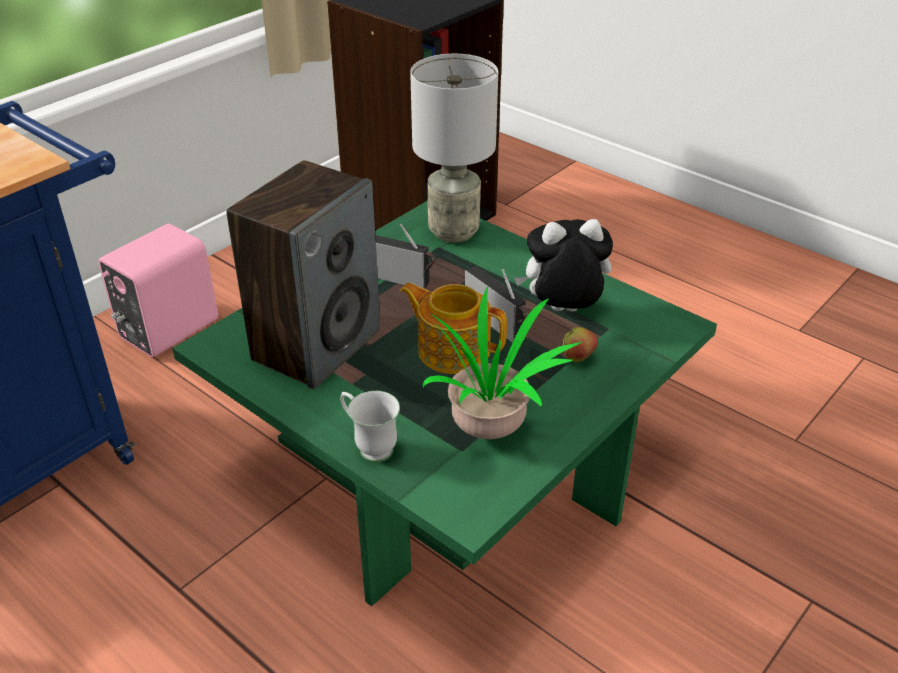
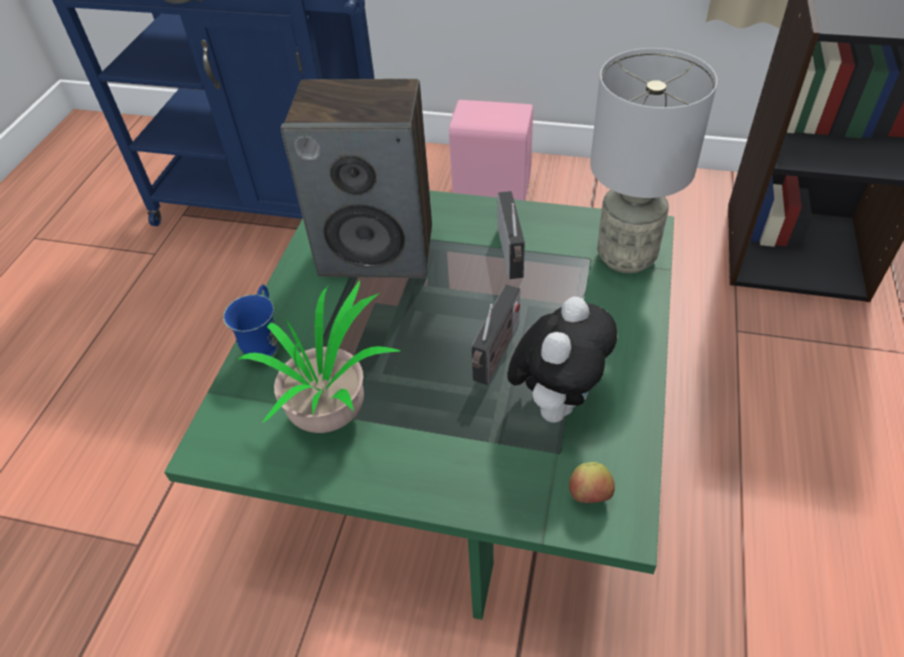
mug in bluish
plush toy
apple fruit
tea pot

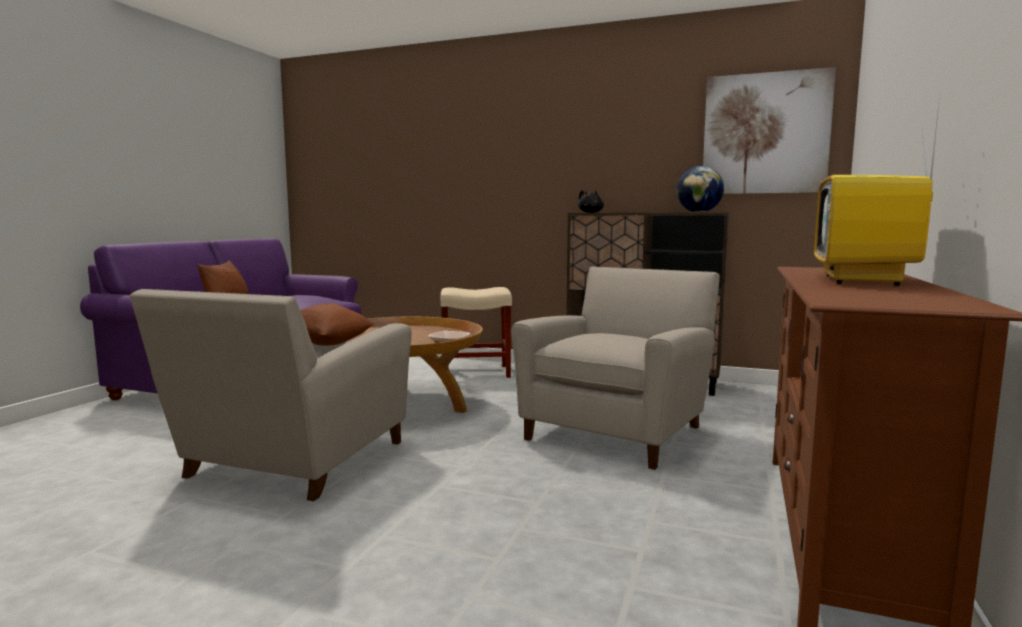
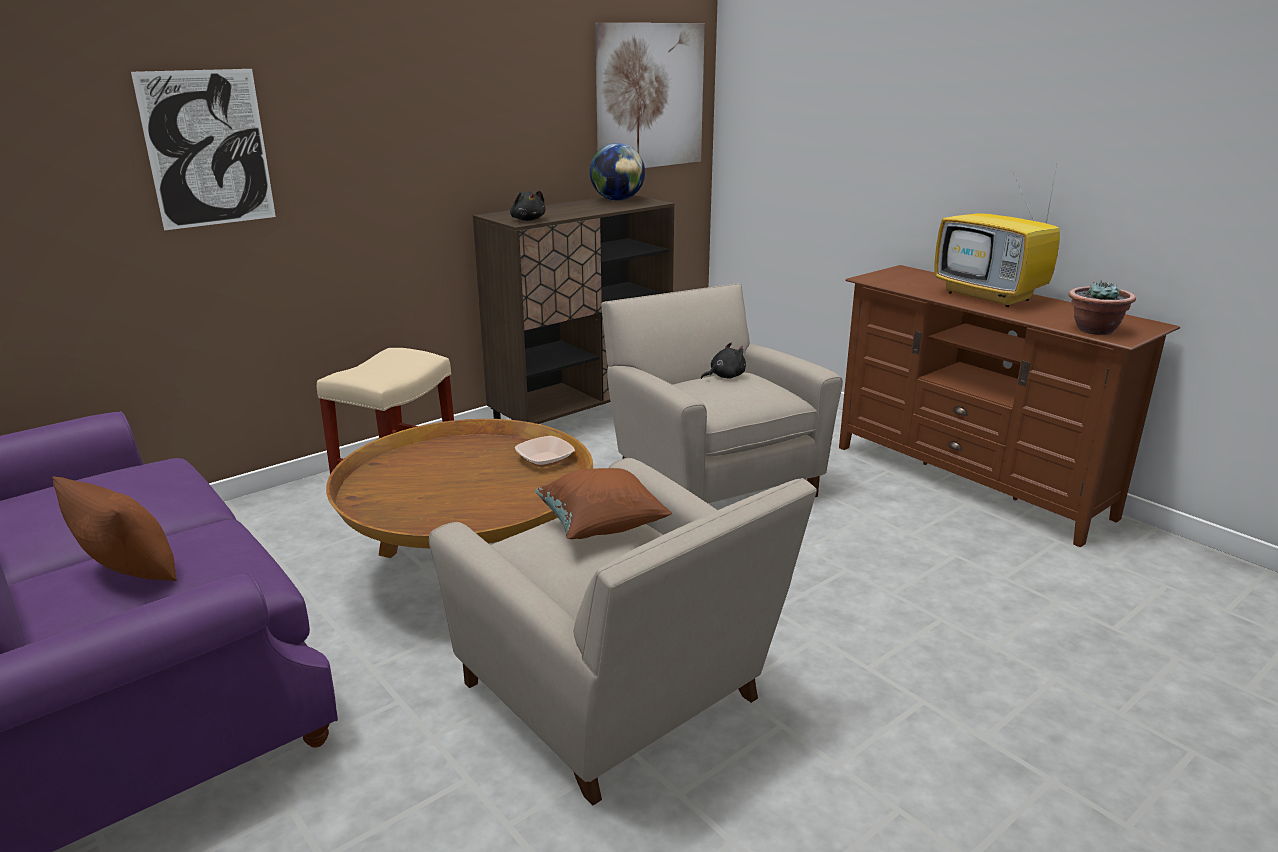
wall art (1st from left)
plush toy in black-coloured (2nd from left)
houseplant

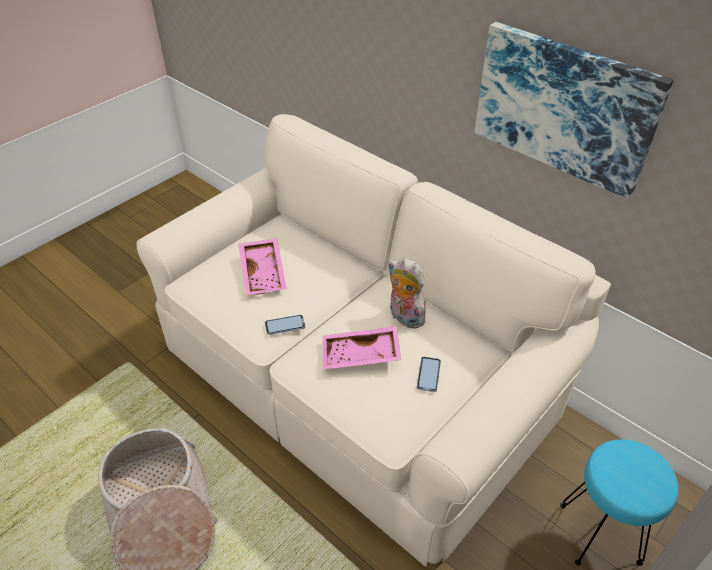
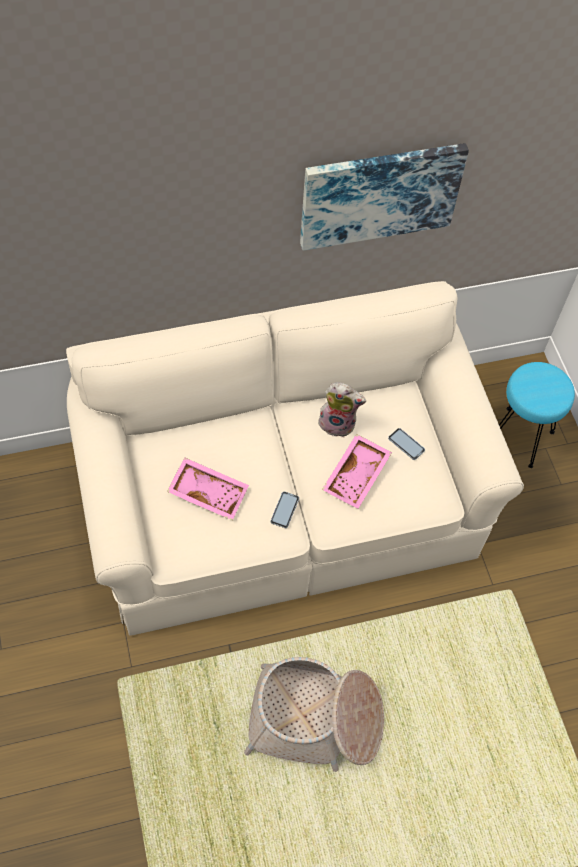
plush toy

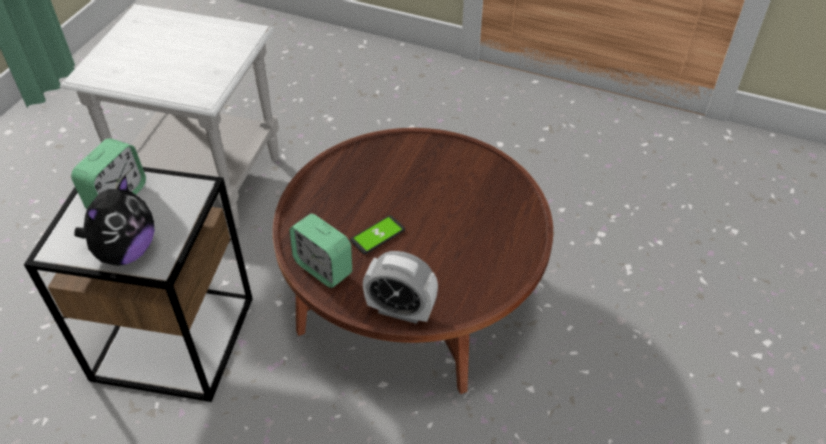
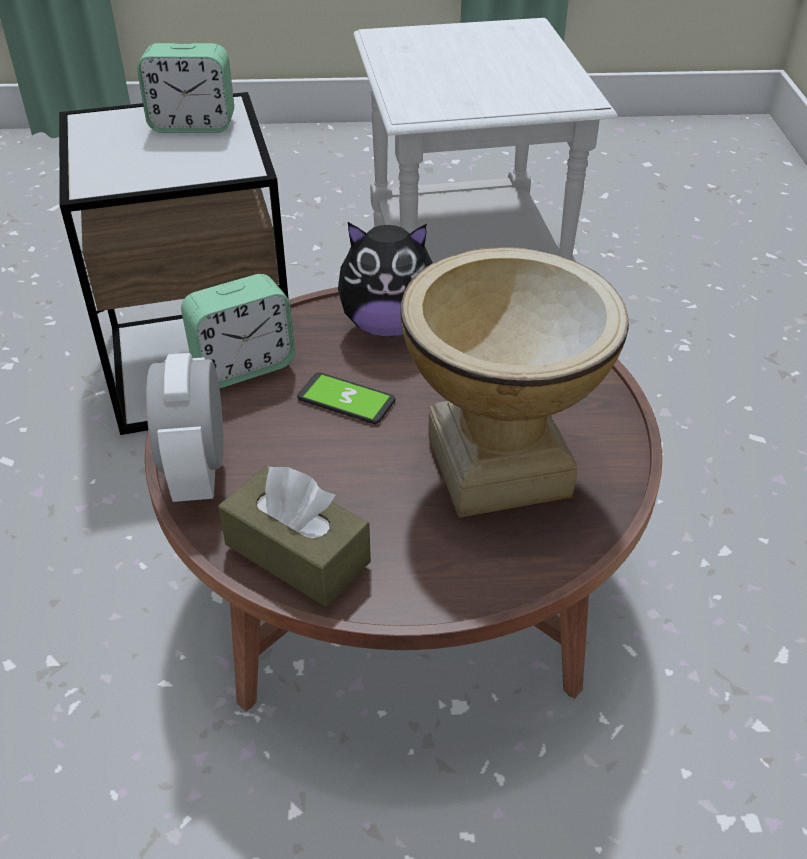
table clock (3rd from left)
tissue box in brownish
plush toy
vase

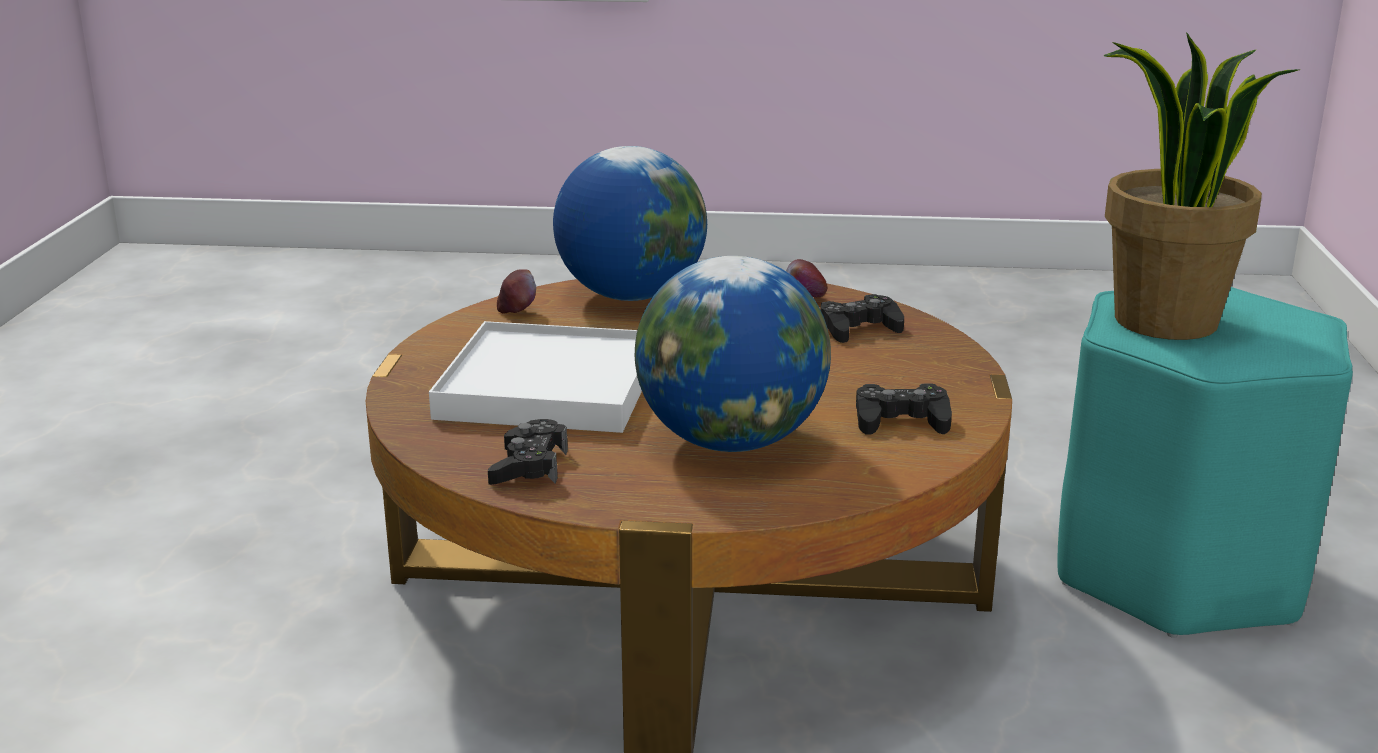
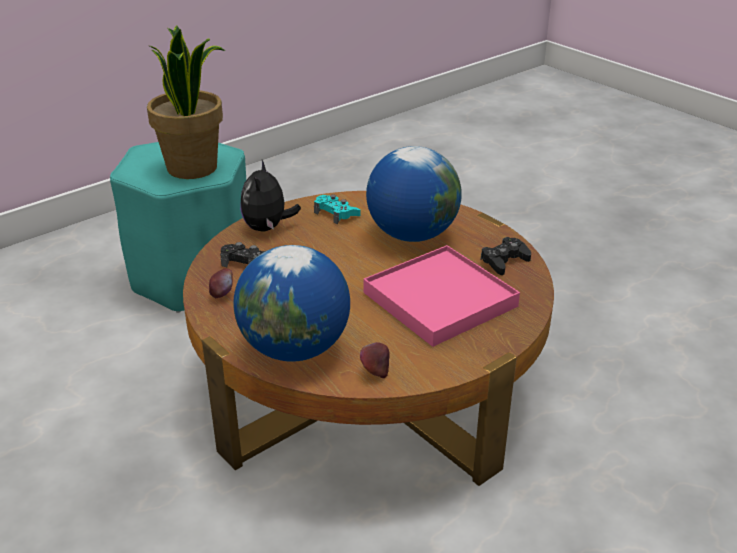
plush toy
gamepad in turquoise
serving tray in pink

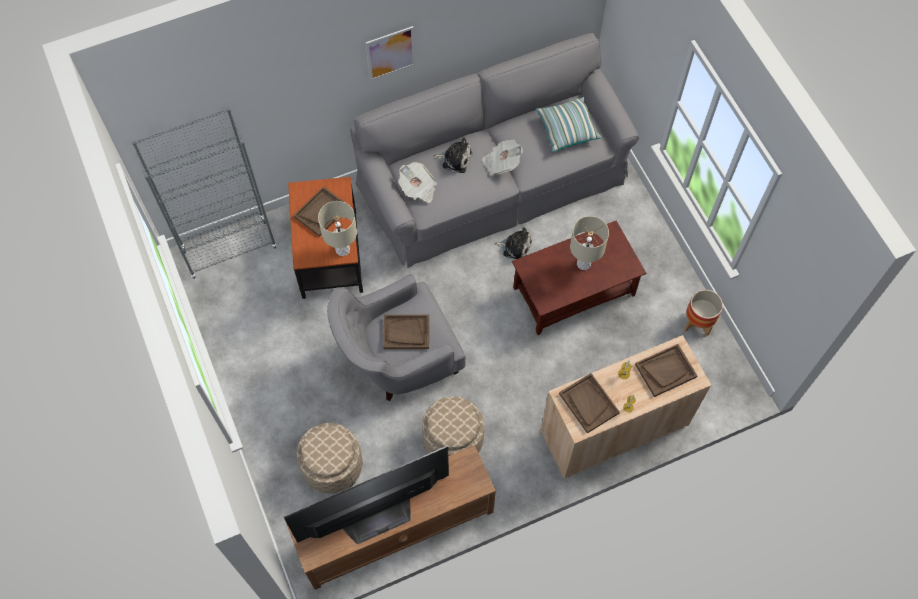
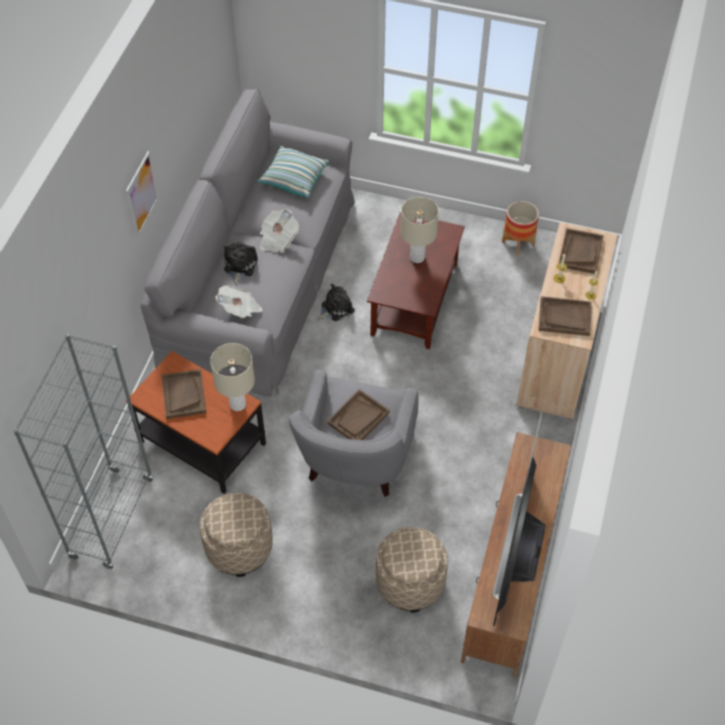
pouffe in sand-coloured (1st from left)
plush toy (1st from left)

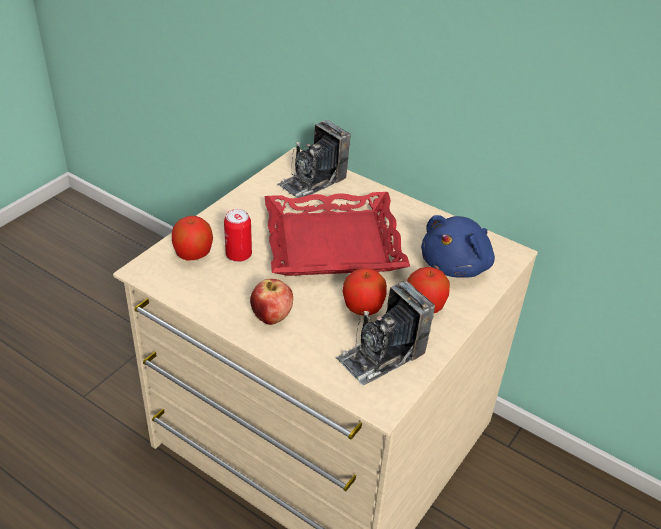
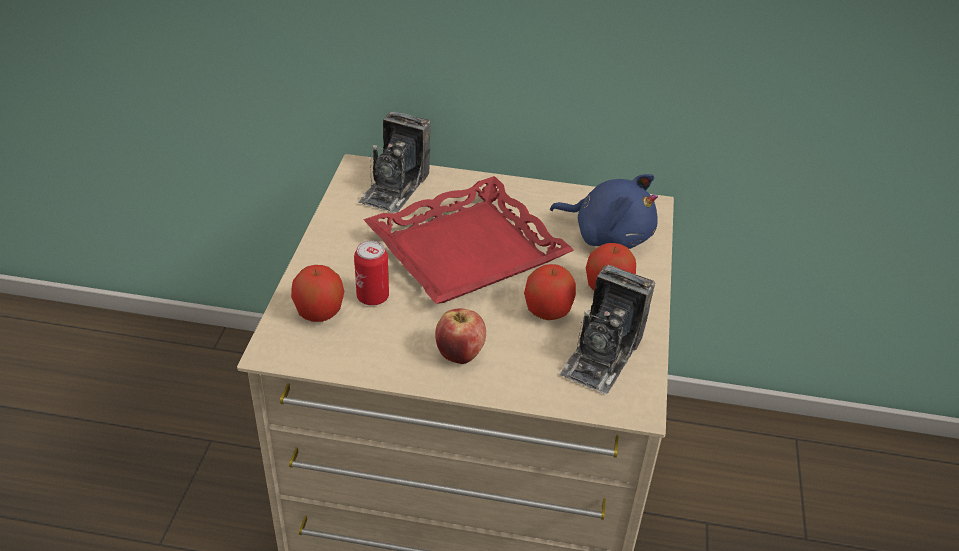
plush toy in bluish

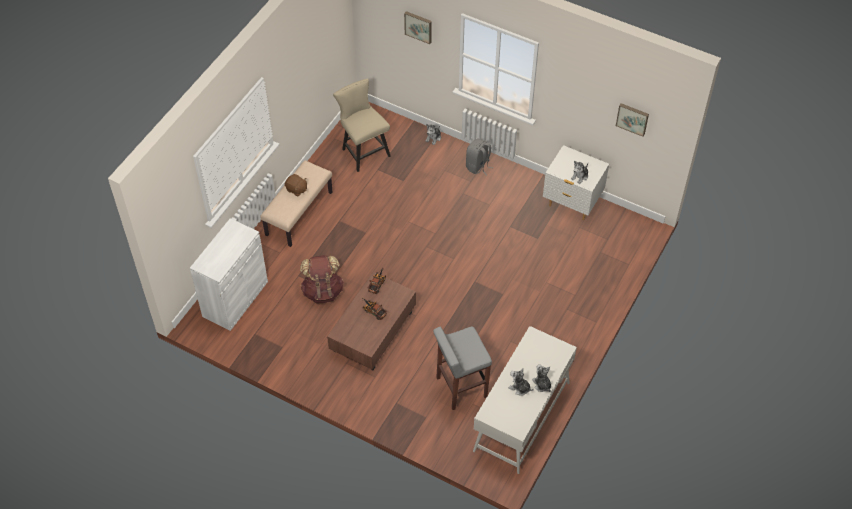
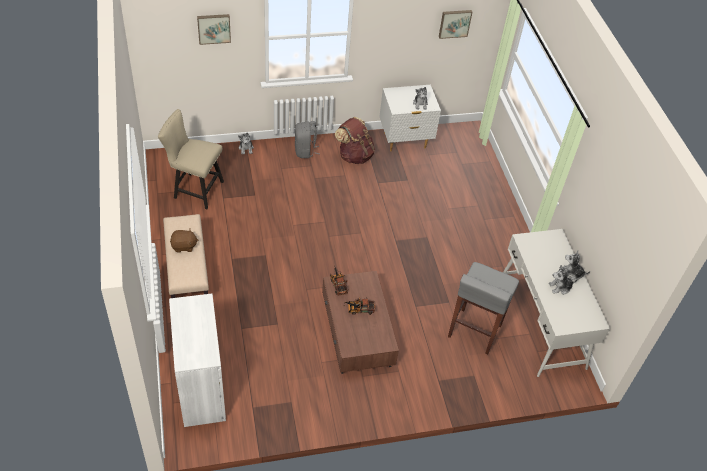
backpack in brownish

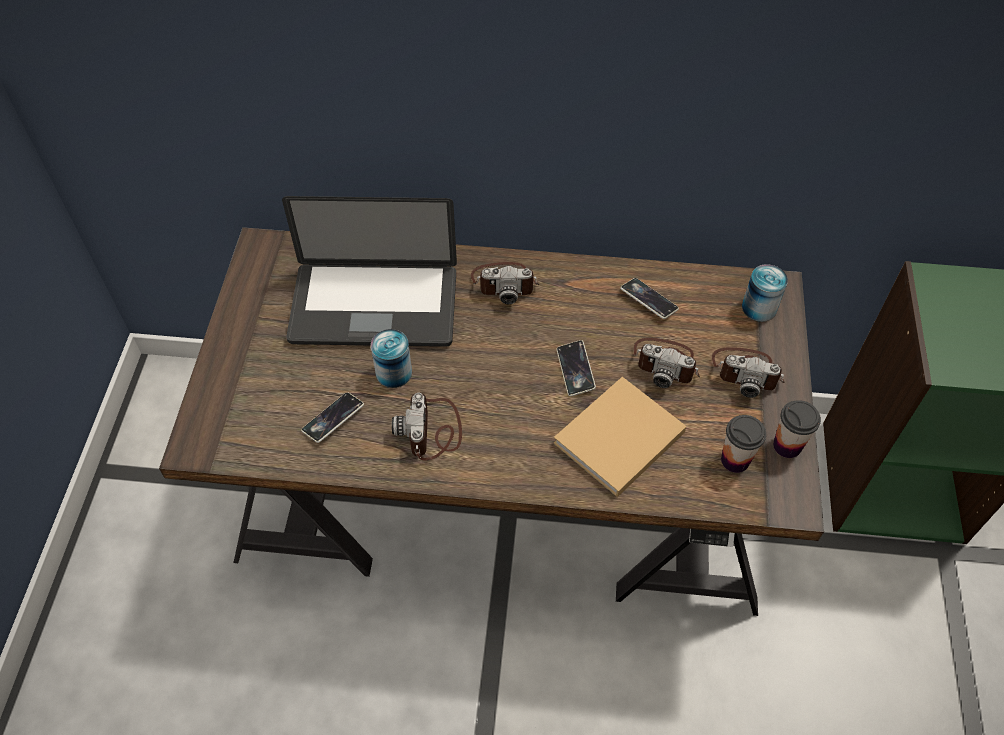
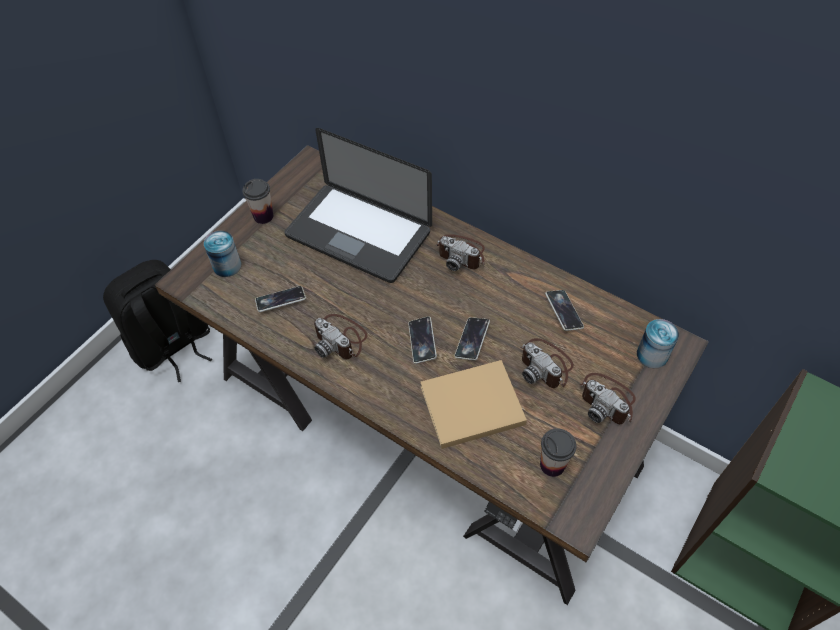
backpack in black-coloured
metal can (1st from left)
small cup (1st from left)
still camera (1st from left)
handset (2nd from left)

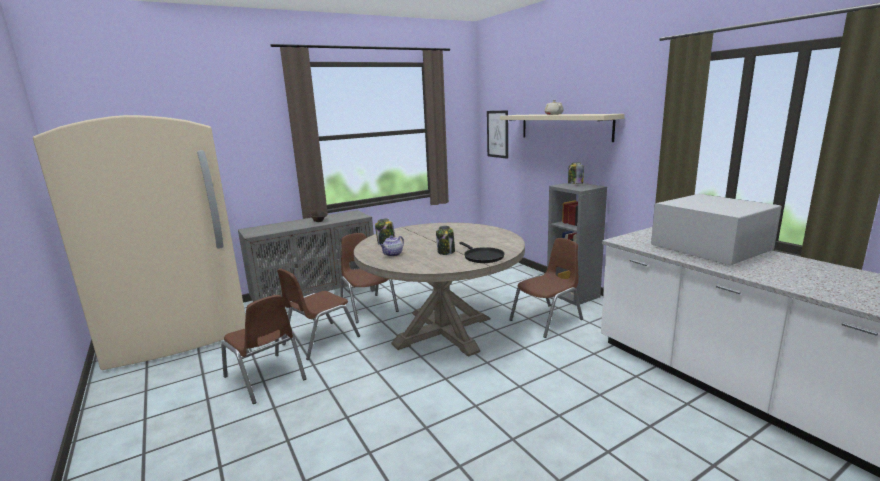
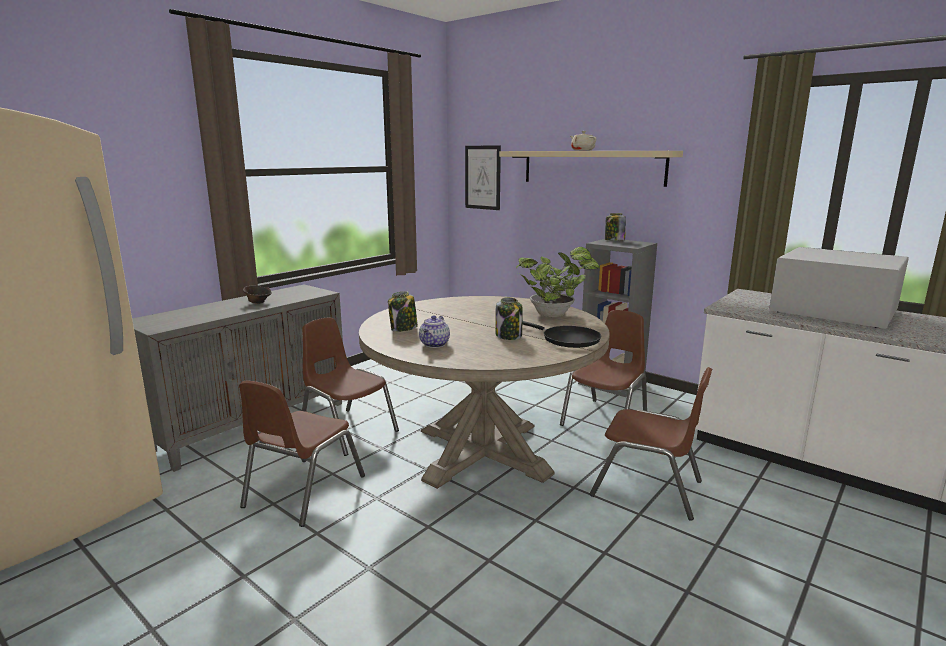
houseplant
upright chair in brownish (4th from left)

